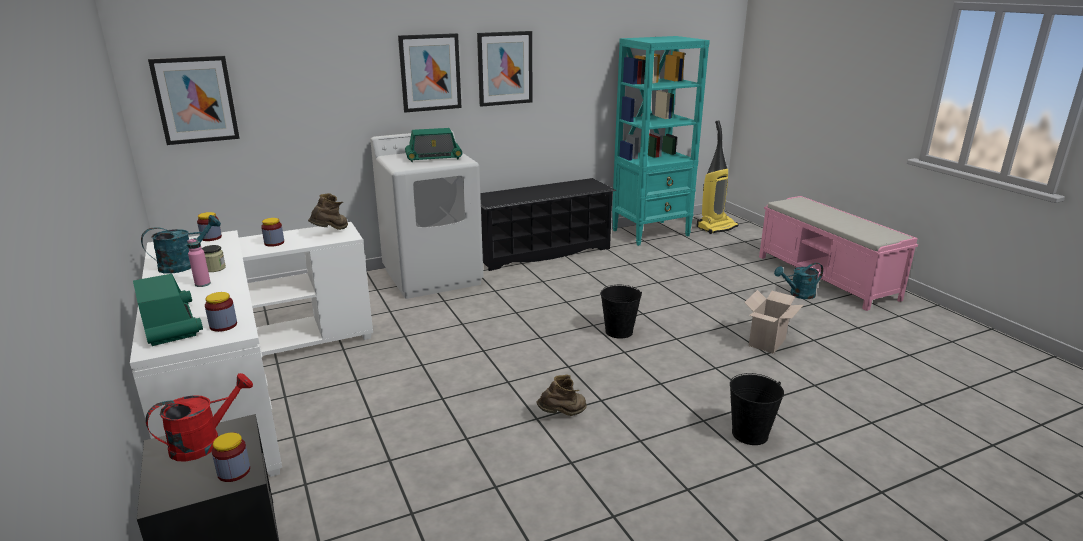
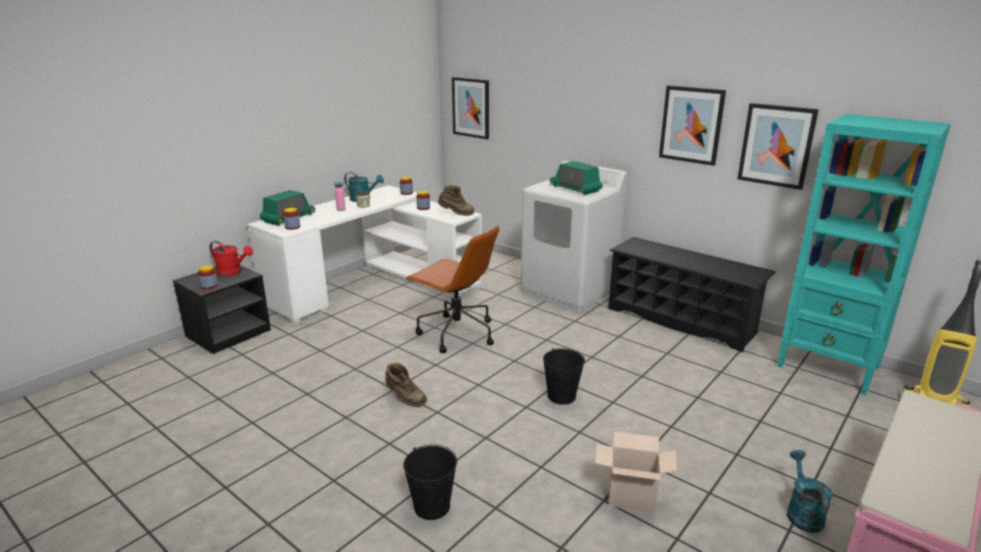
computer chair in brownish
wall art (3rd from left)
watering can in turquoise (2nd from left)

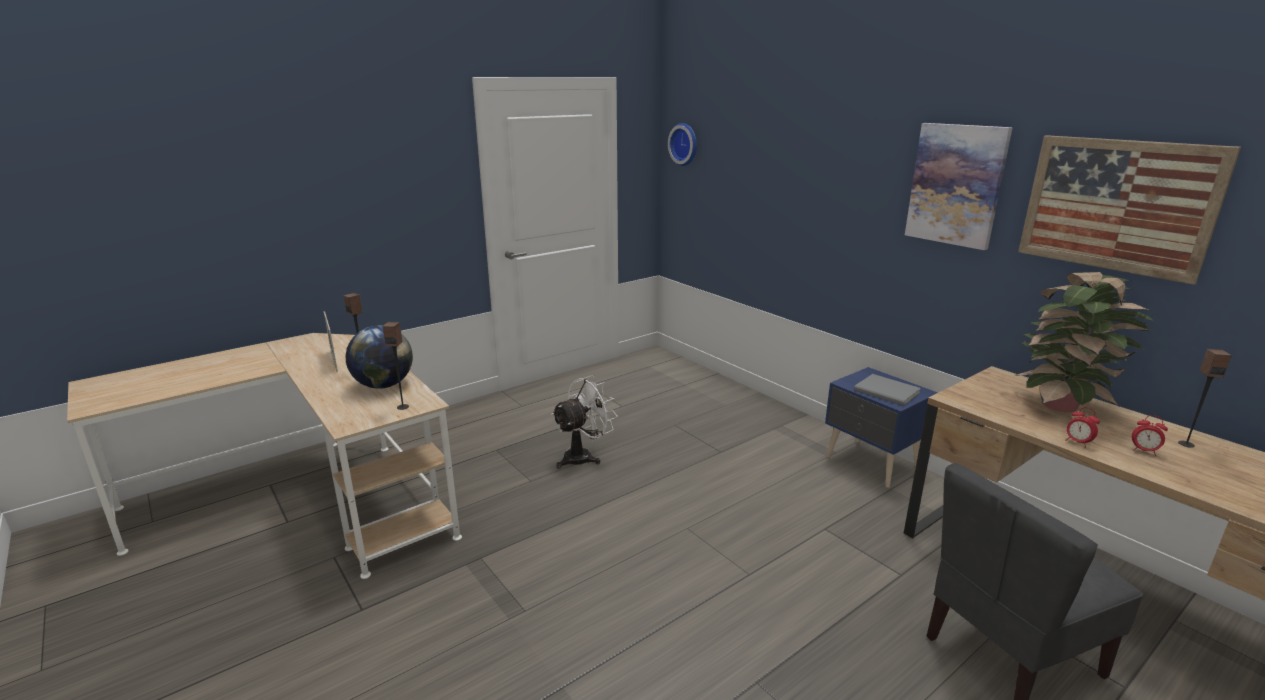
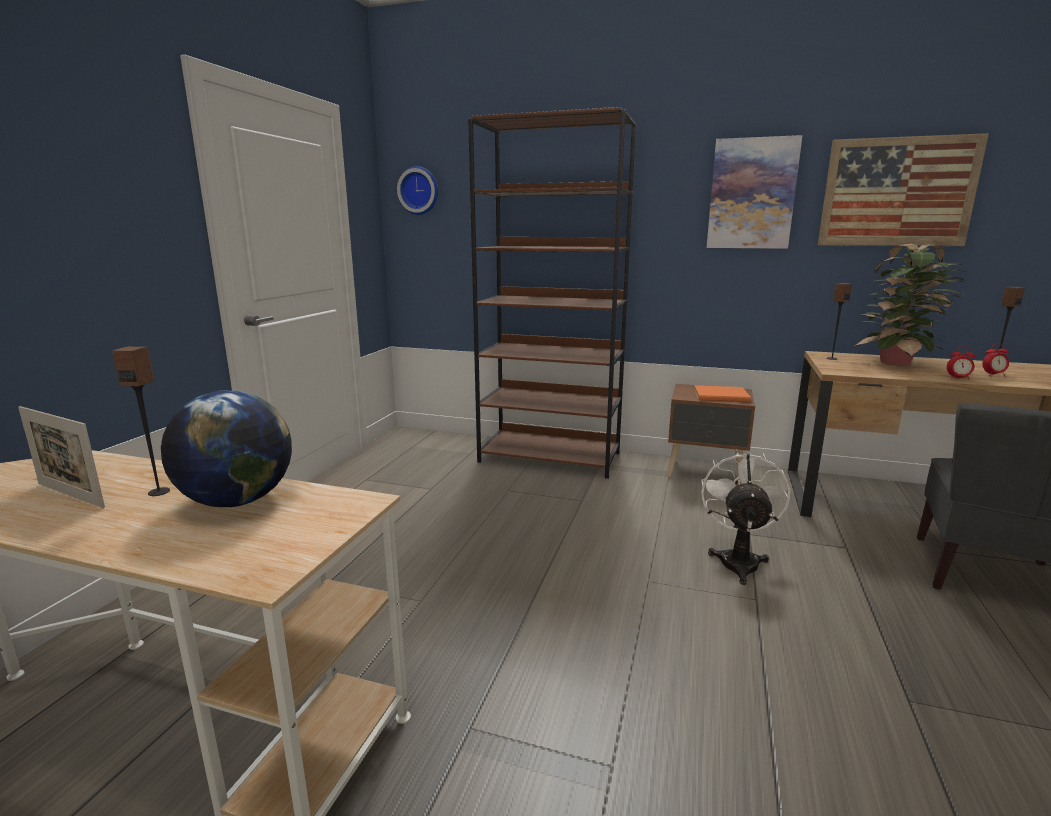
bookcase in brownish
nightstand in brownish
volume in orange
cooling fan in white
audio speaker (2nd from left)

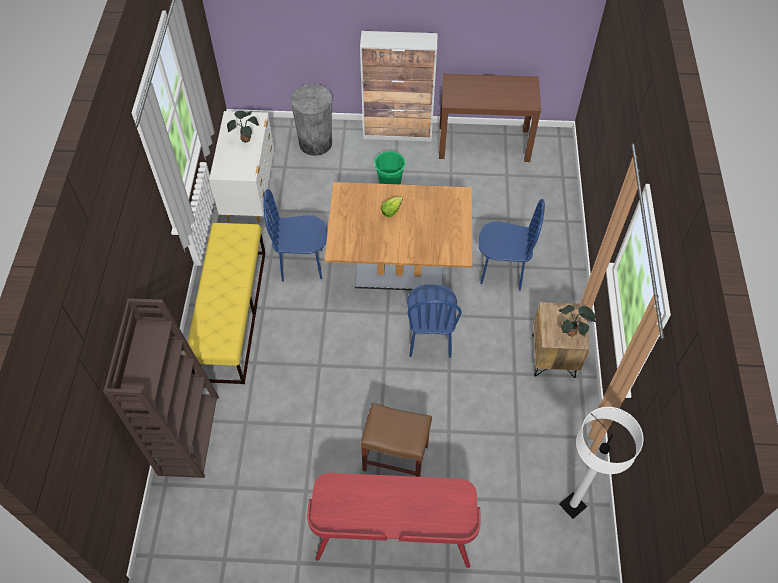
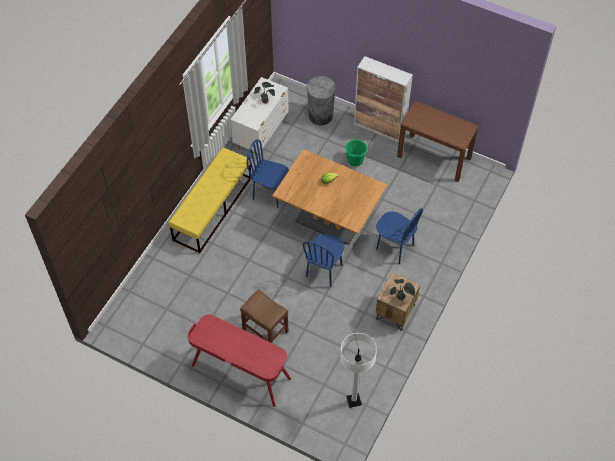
bookcase in brownish

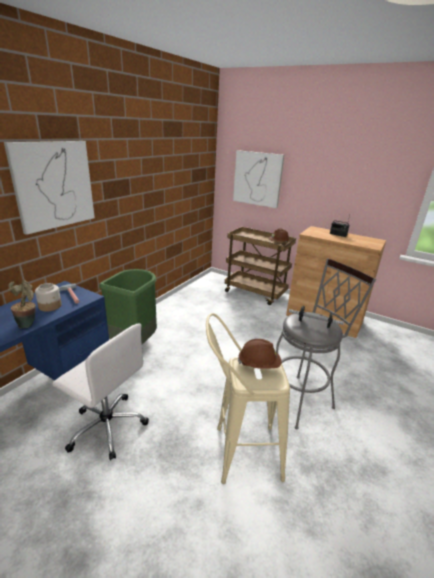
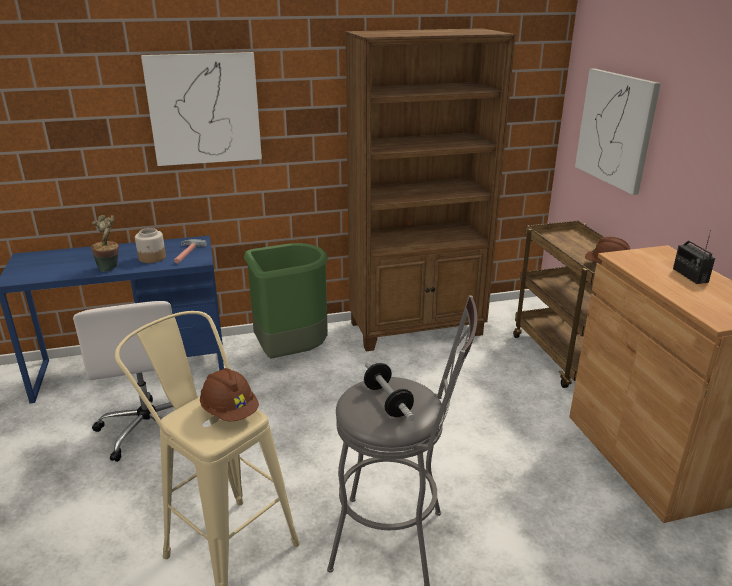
bookcase in brownish

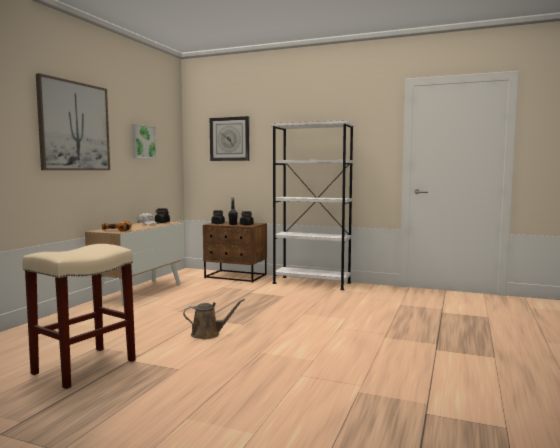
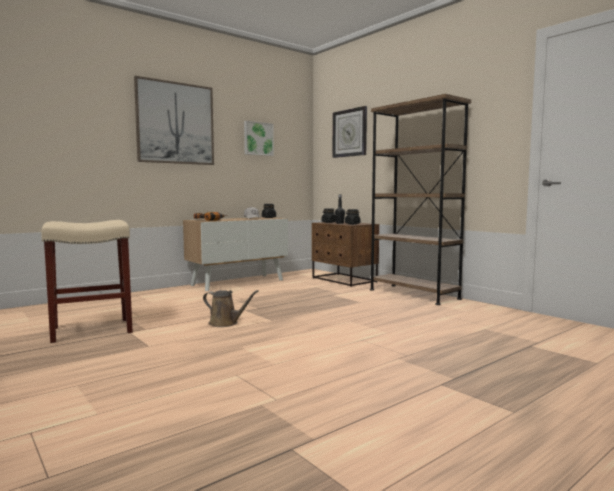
bookcase in brownish

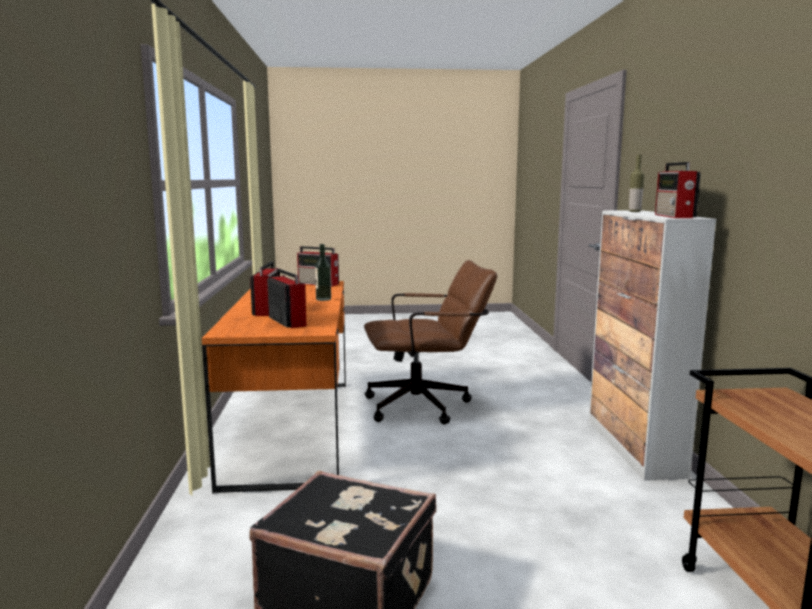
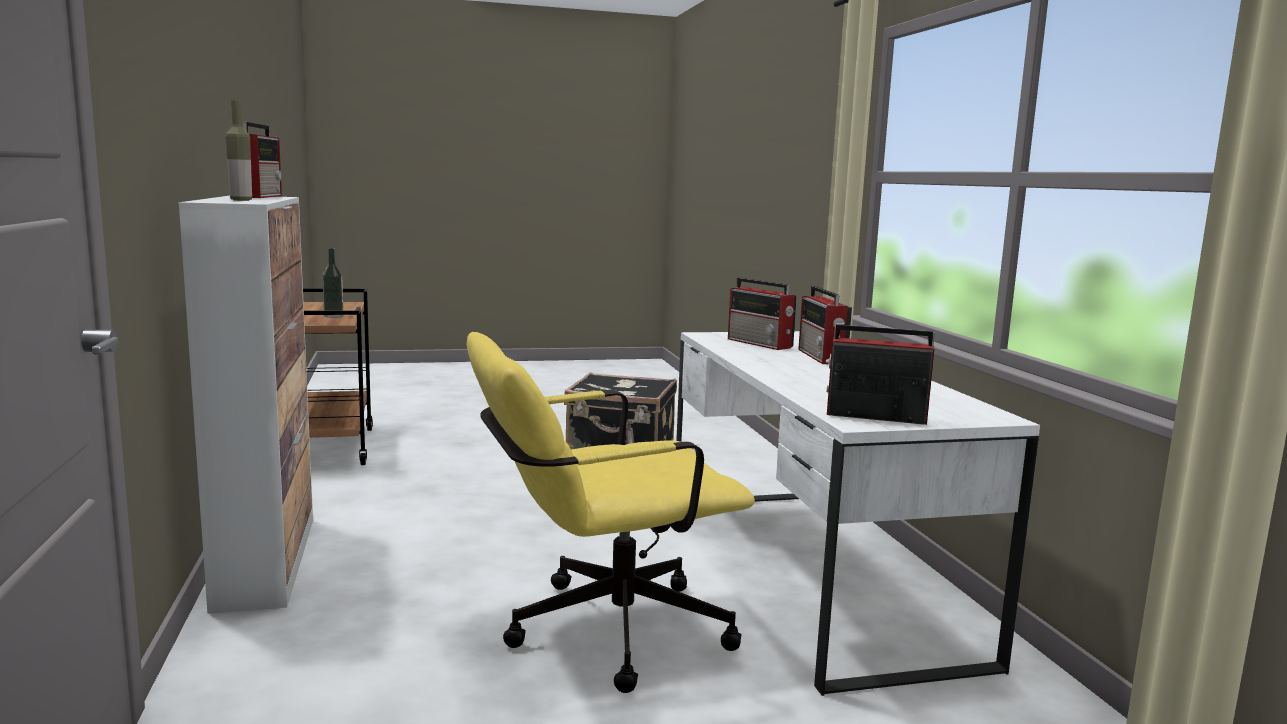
drink bottle (2nd from left)
computer chair in yellow-coloured
desk in white

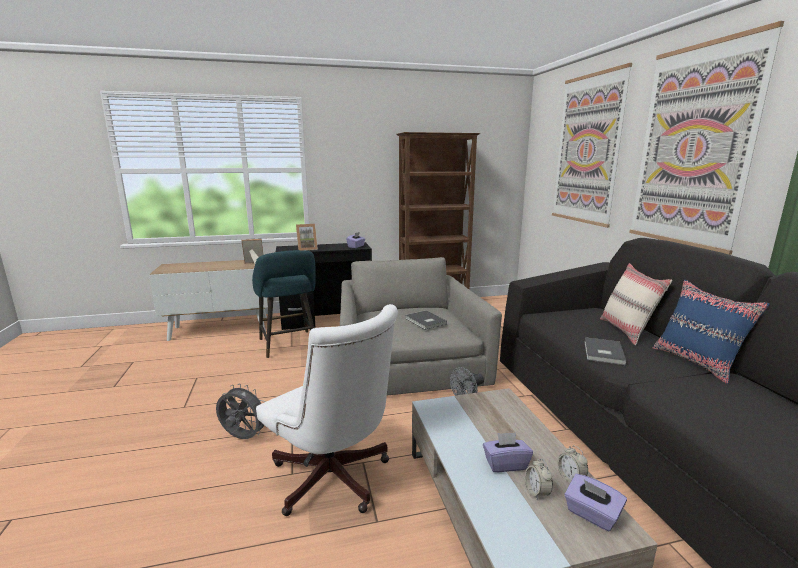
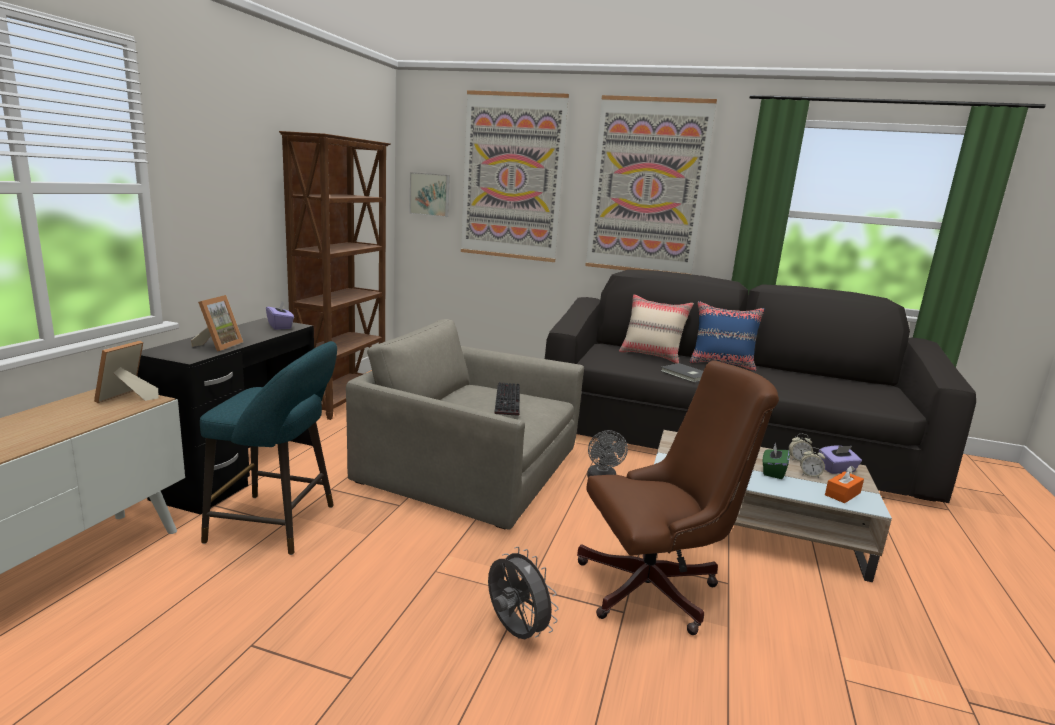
wall art (1st from left)
cooling fan in grey (1st from left)
keyboard
computer chair in brownish
tissue box in green-coloured
tissue box in orange

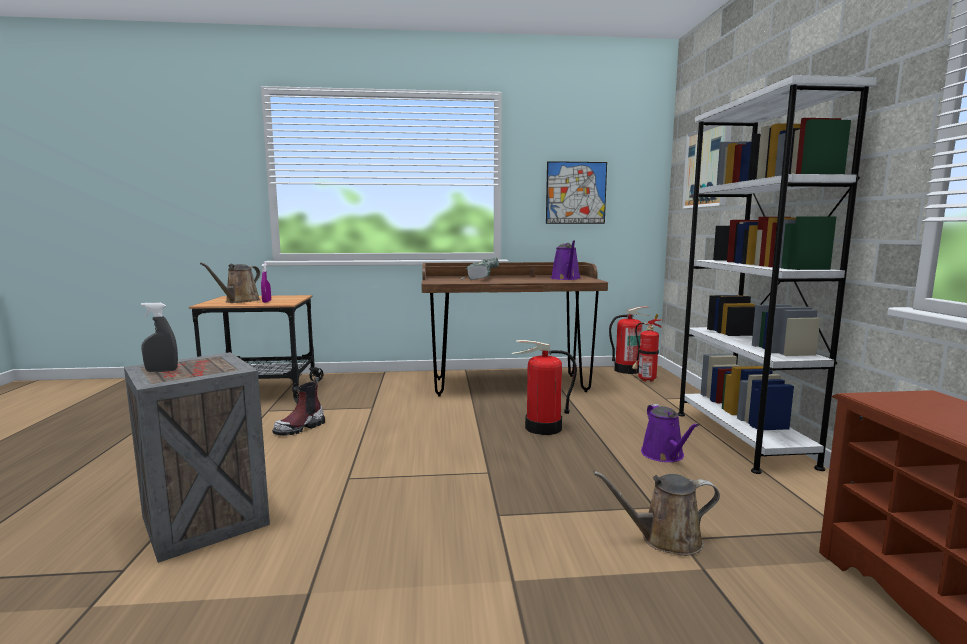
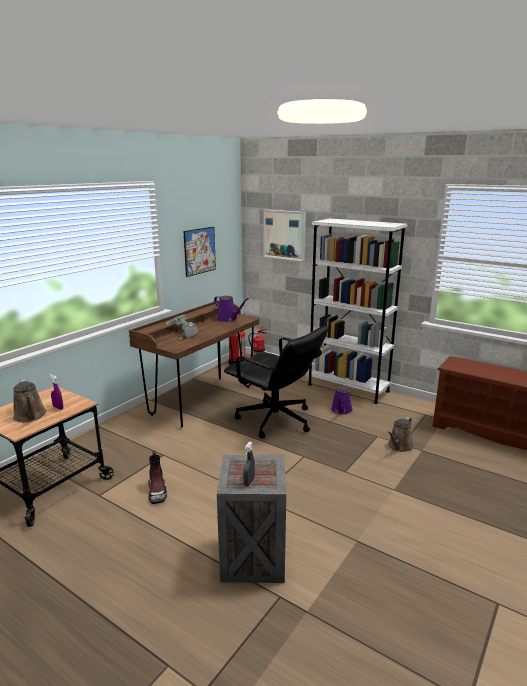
computer chair in black-coloured
watering can in purple-coloured (2nd from left)

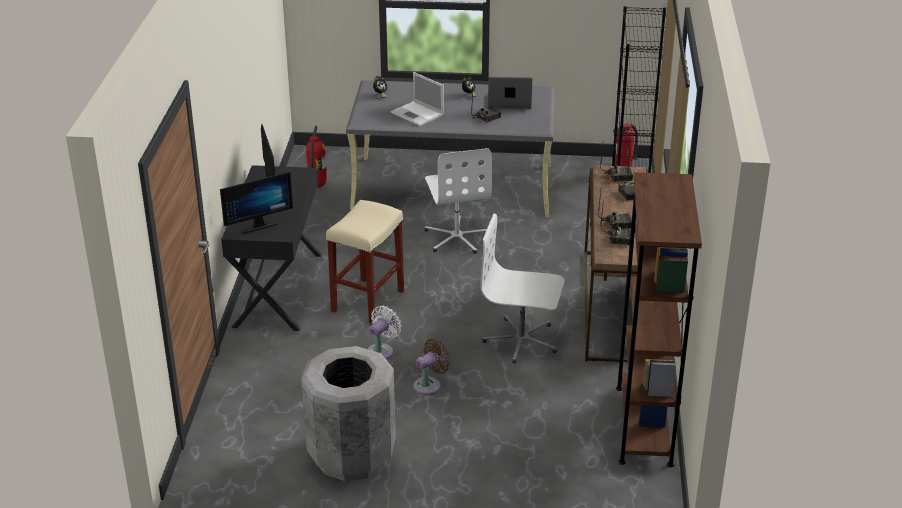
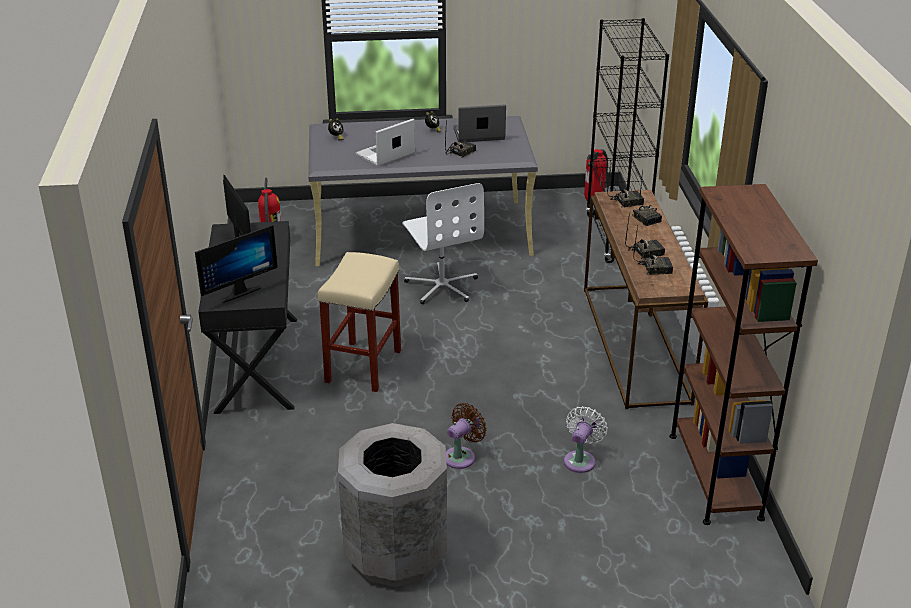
notebook computer (1st from left)
cooling fan in white
computer chair in white (2nd from left in the first image)

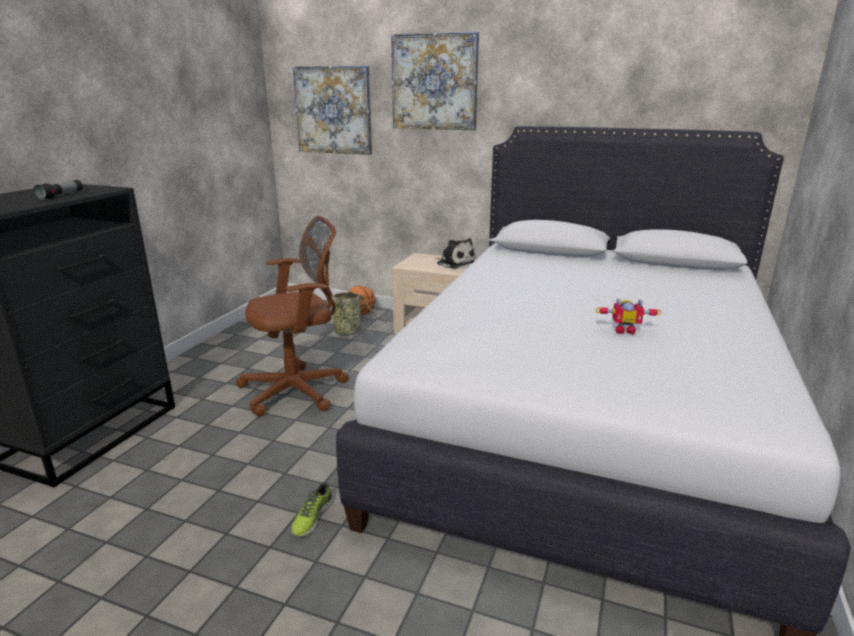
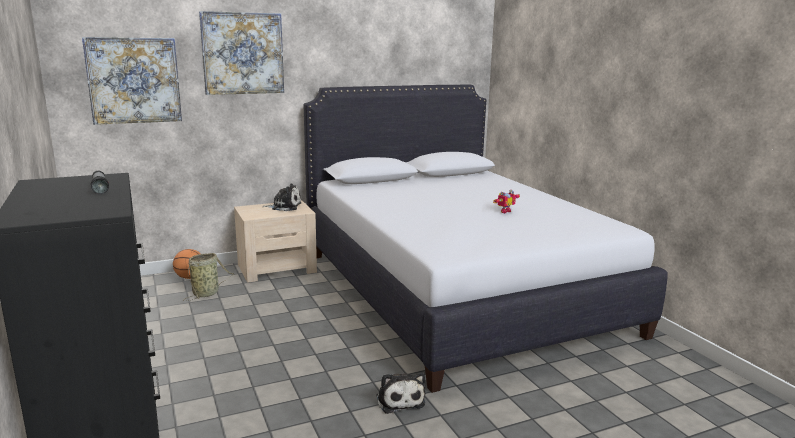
plush toy (2nd from left)
computer chair in brownish

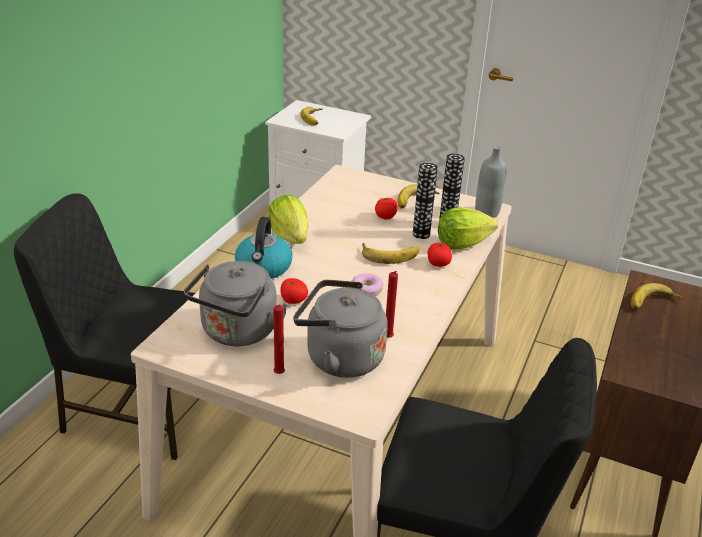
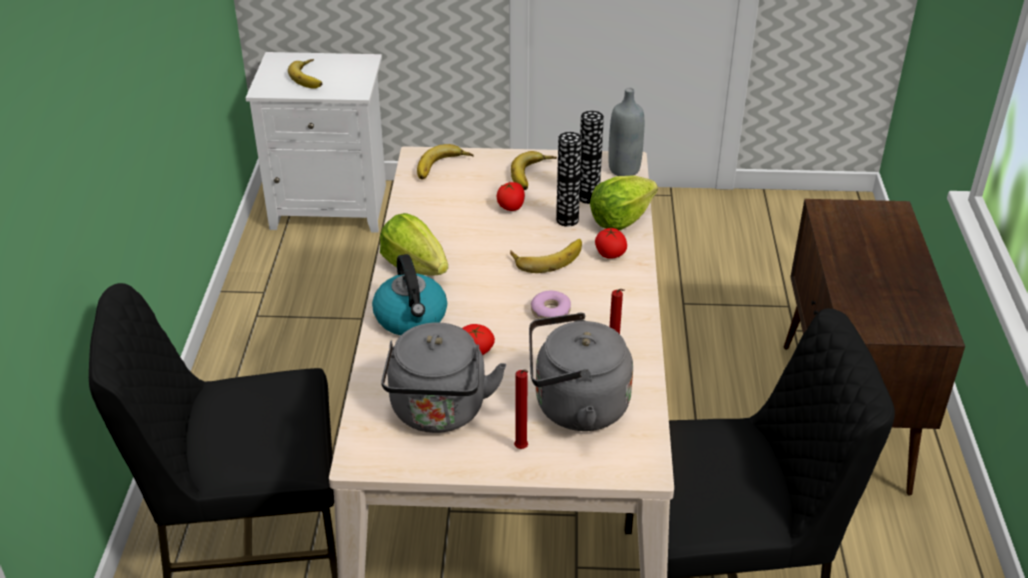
whole banana (2nd from left)

